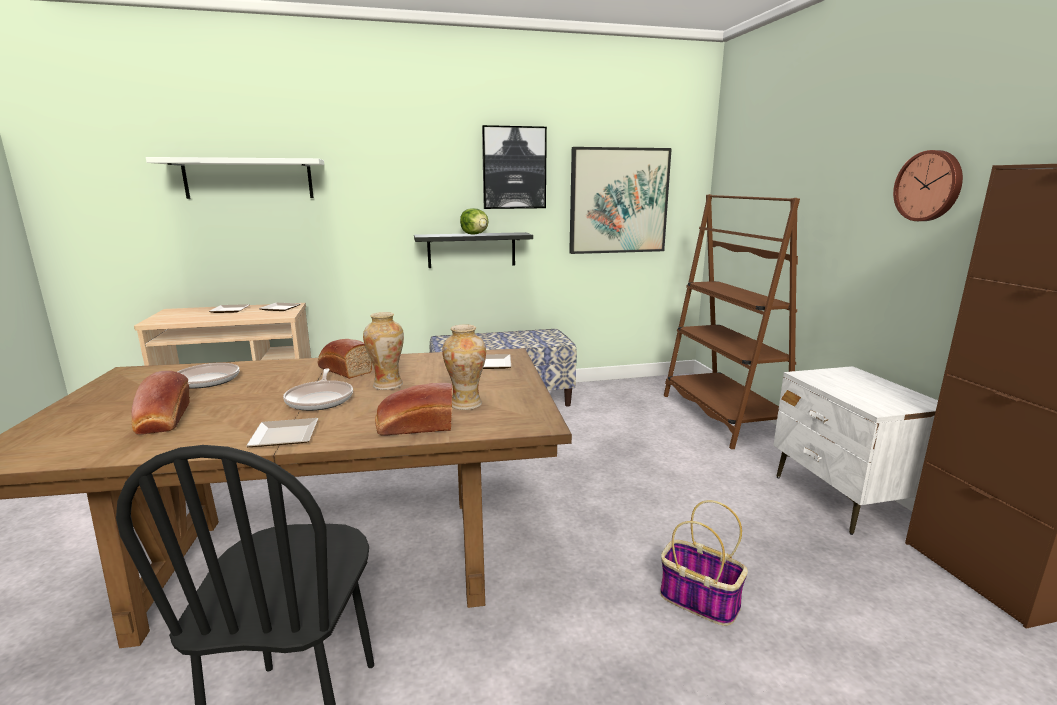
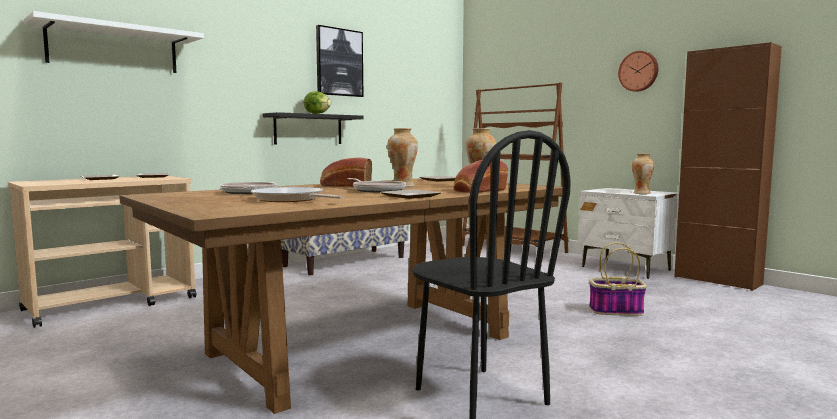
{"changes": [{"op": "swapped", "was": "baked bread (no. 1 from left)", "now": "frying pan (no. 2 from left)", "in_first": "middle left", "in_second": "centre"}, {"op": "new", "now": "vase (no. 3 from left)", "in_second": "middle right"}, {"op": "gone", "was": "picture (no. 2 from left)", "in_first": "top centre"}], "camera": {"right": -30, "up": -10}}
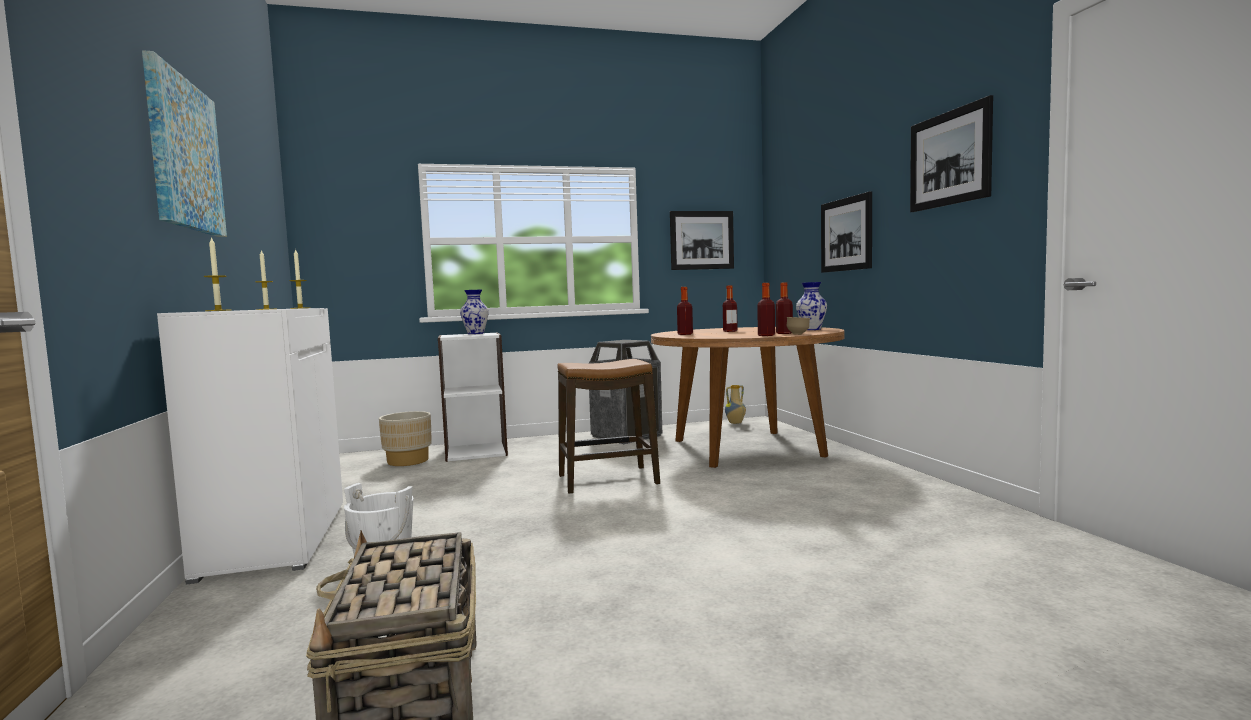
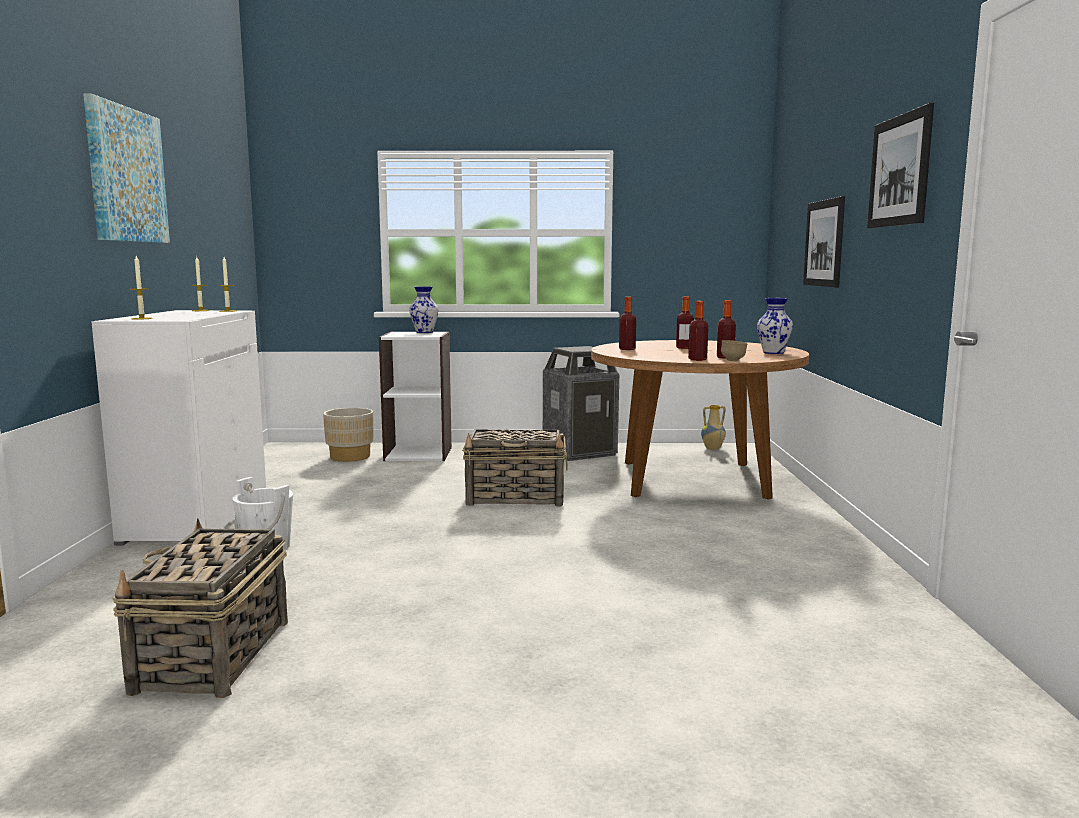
{"changes": [{"op": "swapped", "was": "sitting stool", "now": "basket (no. 2 from left)", "in_first": "centre", "in_second": "centre"}, {"op": "gone", "was": "picture (no. 2 from left)", "in_first": "centre"}], "camera": {"right": 15, "up": 5}}
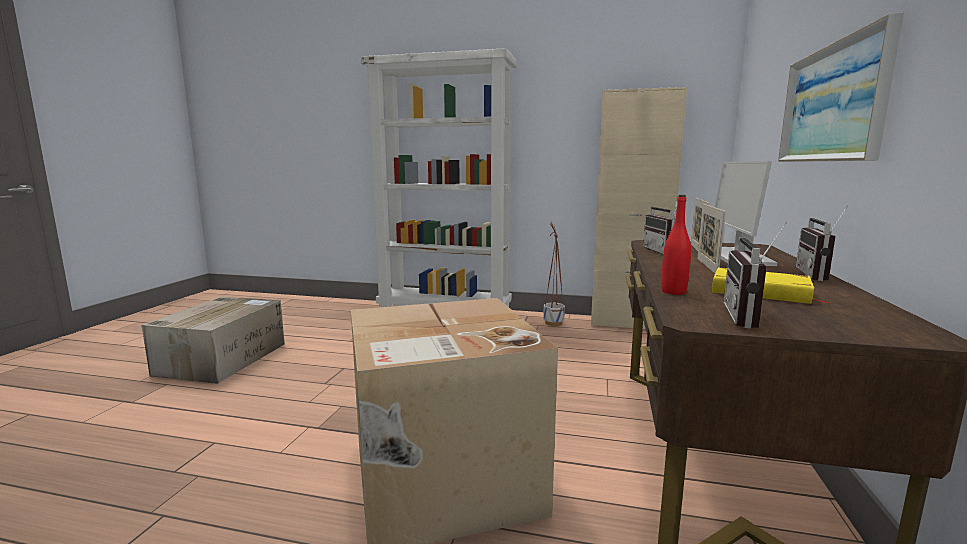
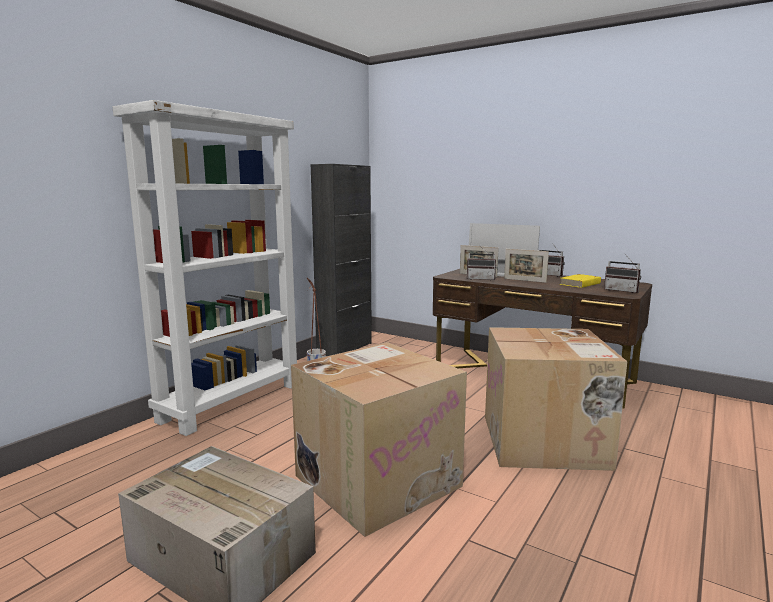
{"changes": [{"op": "new", "now": "cardboard box (no. 2 from left)", "in_second": "bottom centre"}, {"op": "repainted", "was": "beige-coloured cupboard", "now": "blackish cupboard", "in_first": "centre", "in_second": "centre"}, {"op": "gone", "was": "red beverage bottle", "in_first": "middle right"}, {"op": "gone", "was": "picture", "in_first": "top right"}], "camera": {"right": -70, "up": 0}}
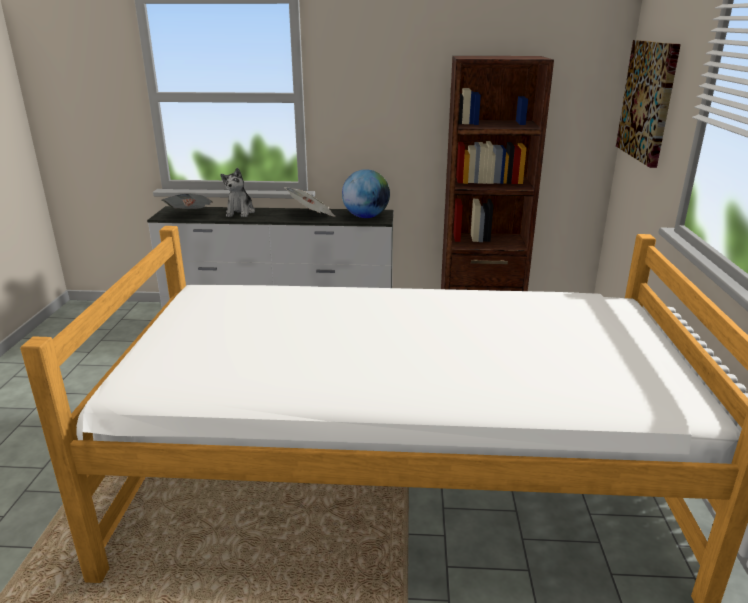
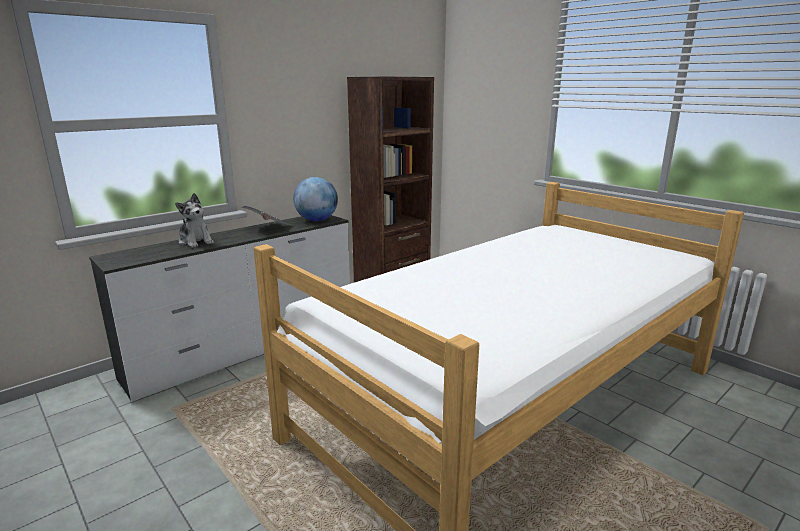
{"changes": [{"op": "gone", "was": "newspaper (no. 1 from left)", "in_first": "middle left"}, {"op": "gone", "was": "picture", "in_first": "top right"}], "camera": {"right": -45, "up": -5}}
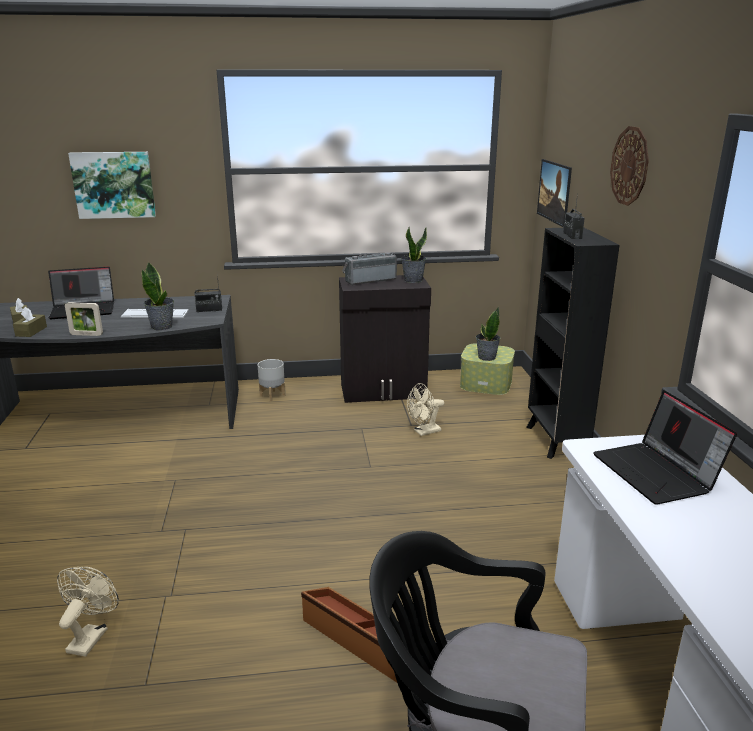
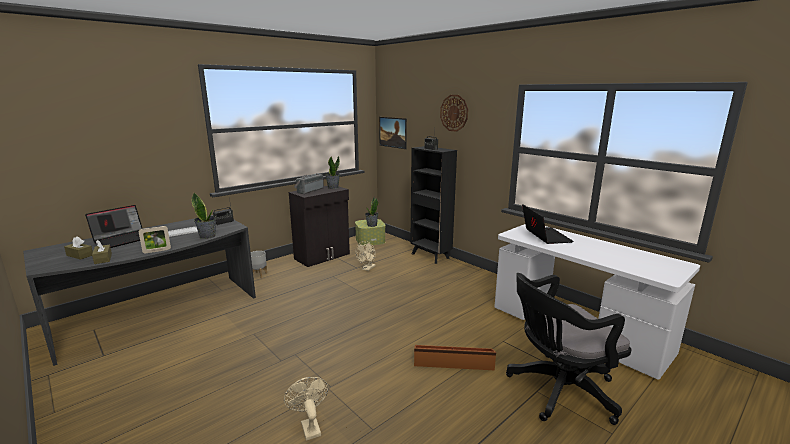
{"changes": [{"op": "rotated", "was": "notebook computer (no. 2 from left)", "in_first": "middle right", "in_second": "middle right", "clockwise": -135}, {"op": "gone", "was": "picture (no. 1 from left)", "in_first": "top left"}], "camera": {"right": -35, "up": -5}}
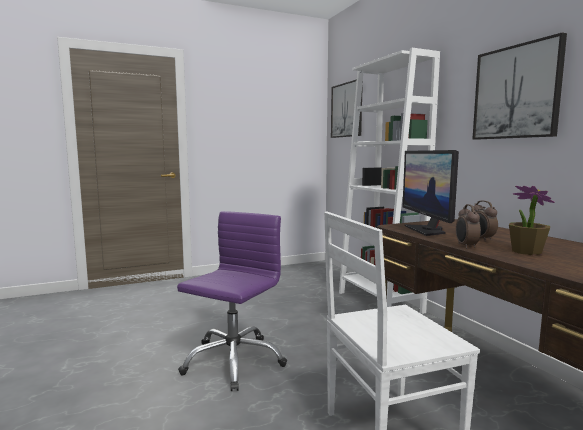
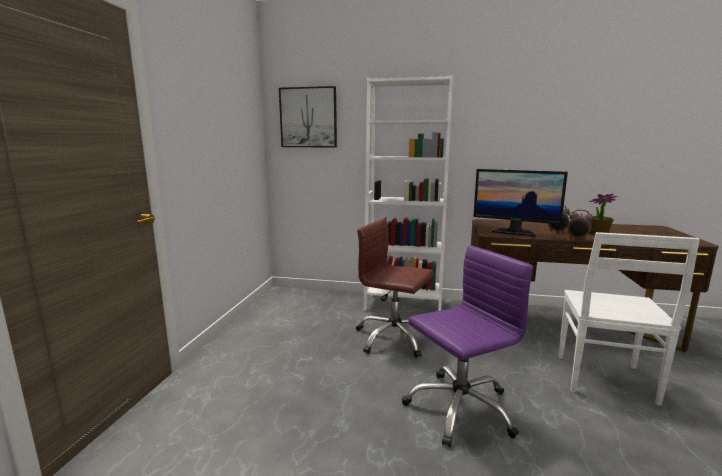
{"changes": [{"op": "new", "now": "brown desk chair", "in_second": "centre"}, {"op": "rotated", "was": "purplish desk chair", "in_first": "bottom centre", "in_second": "bottom centre", "clockwise": 90}, {"op": "gone", "was": "picture (no. 2 from left)", "in_first": "top right"}], "camera": {"right": -55, "up": 5}}
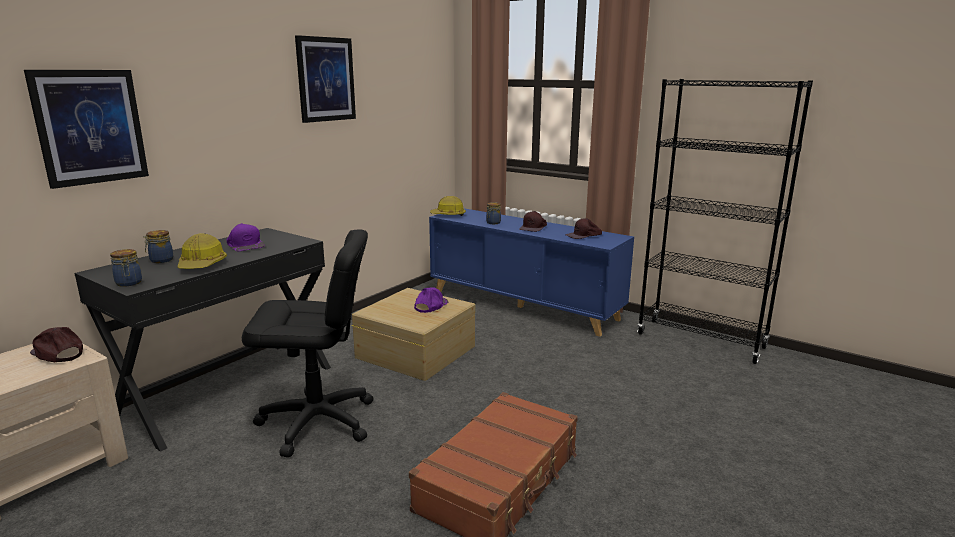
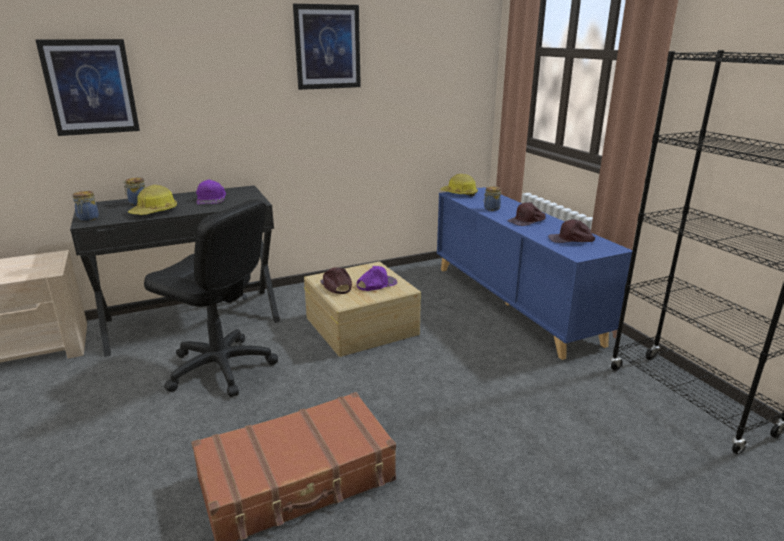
{"changes": [{"op": "shifted", "was": "brown baseball cap (no. 1 from left)", "in_first": "middle left", "in_second": "centre"}], "camera": {"right": 30, "up": 5}}
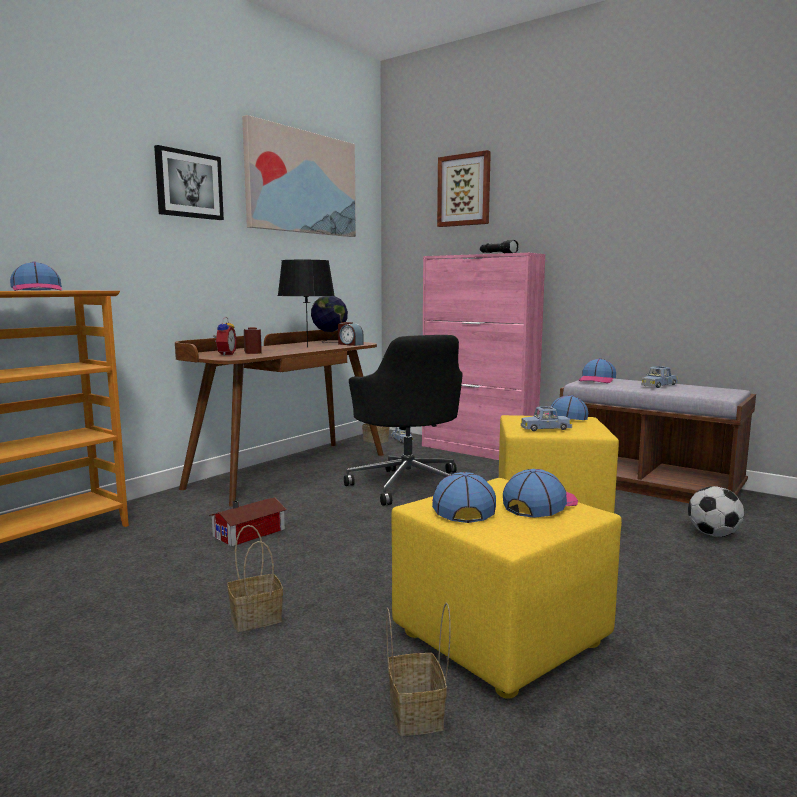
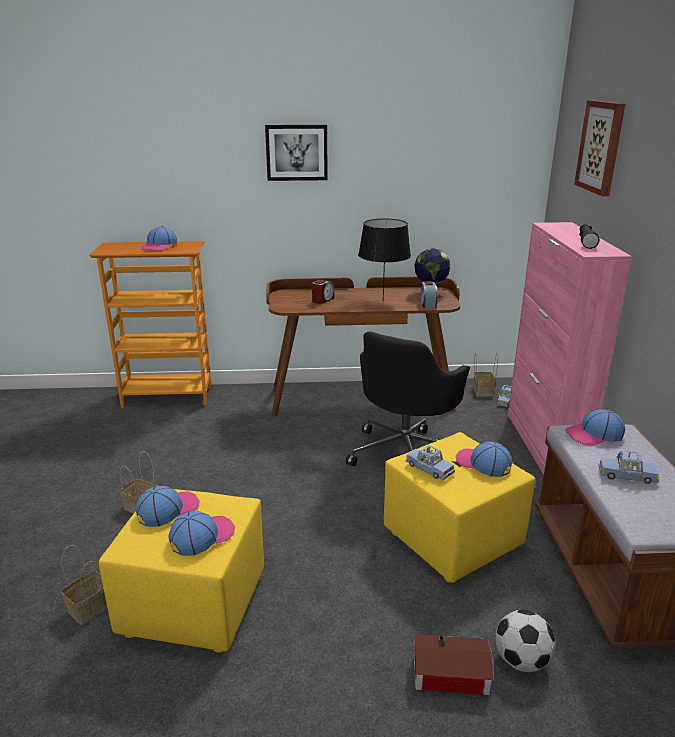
{"changes": [{"op": "rotated", "was": "baseball cap (no. 3 from left)", "in_first": "middle right", "in_second": "bottom left", "clockwise": -45}, {"op": "shifted", "was": "toy house", "in_first": "middle left", "in_second": "bottom right"}, {"op": "gone", "was": "table clock (no. 1 from left)", "in_first": "middle left"}, {"op": "gone", "was": "picture (no. 2 from left)", "in_first": "top centre"}], "camera": {"right": 50, "up": 15}}
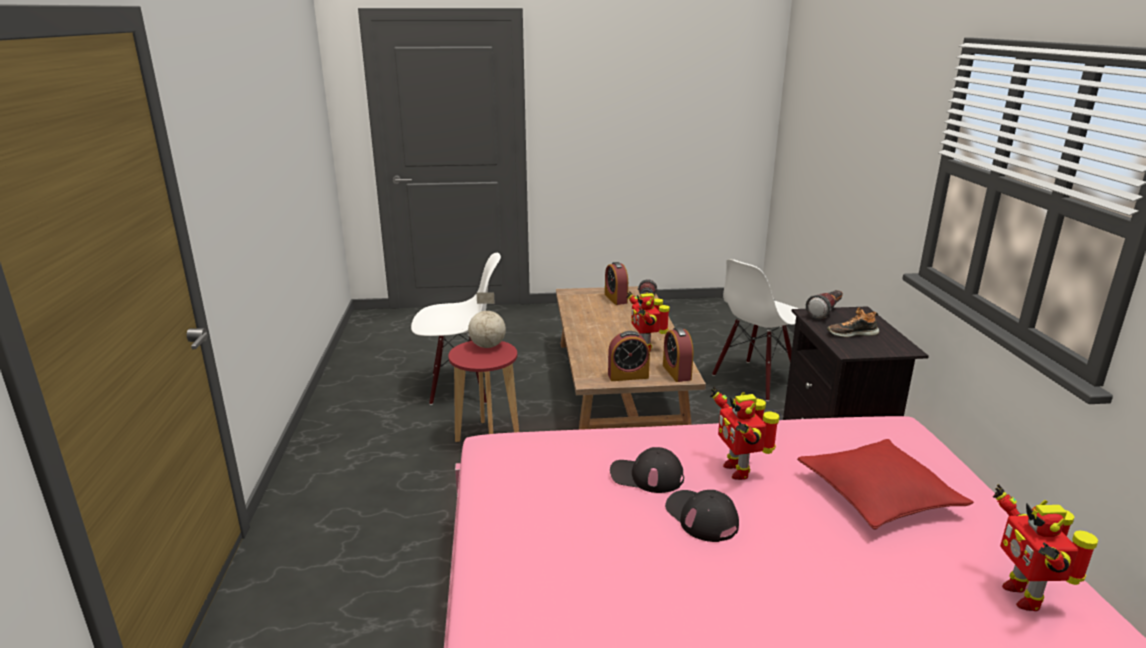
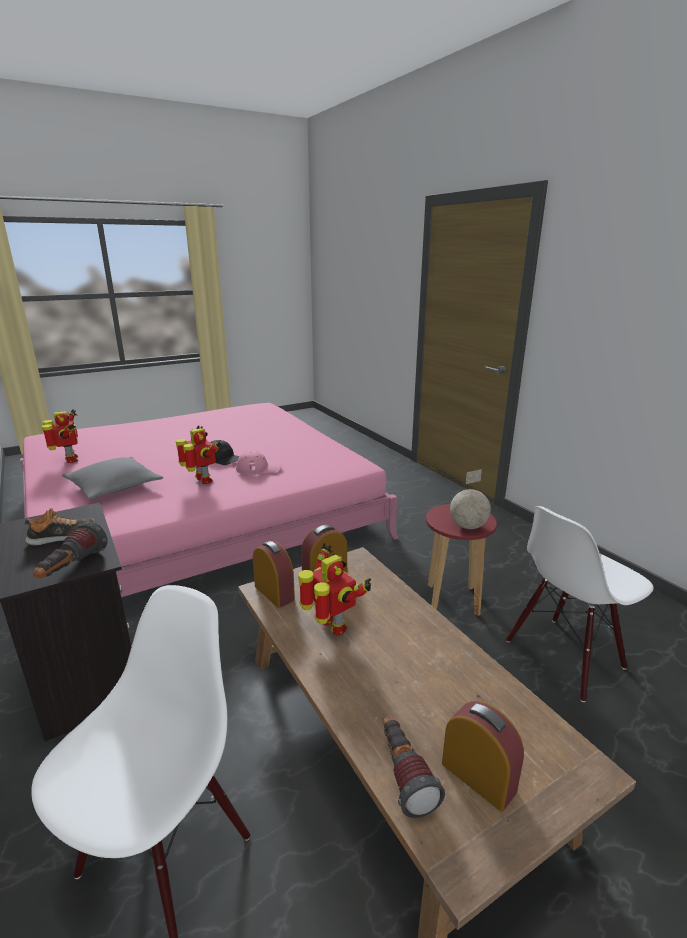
{"changes": [{"op": "repainted", "was": "red cushion", "now": "grey cushion", "in_first": "bottom right", "in_second": "middle left"}, {"op": "repainted", "was": "blackish baseball cap (no. 1 from left)", "now": "pinkish baseball cap", "in_first": "bottom centre", "in_second": "centre"}], "camera": {"right": 155, "up": 0}}
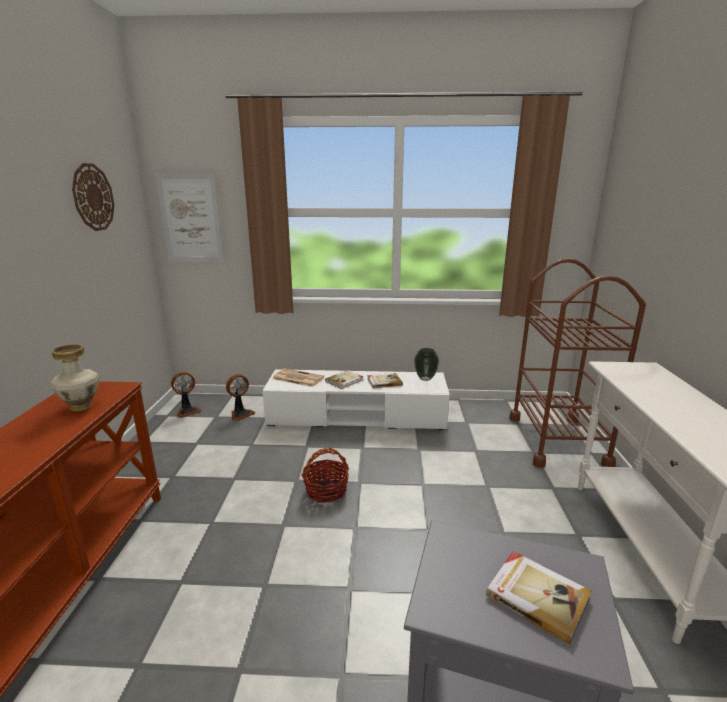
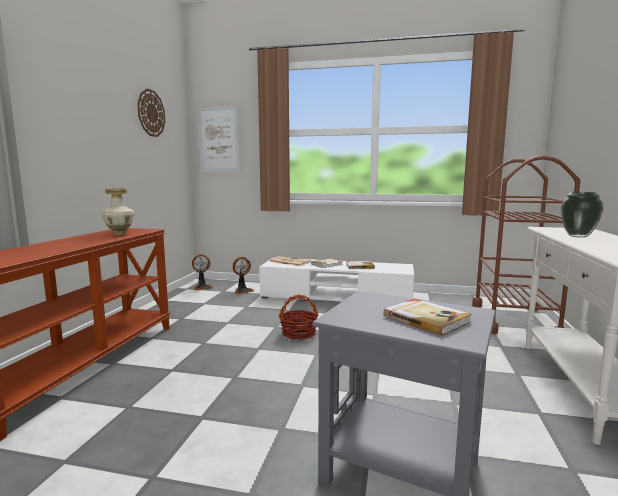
{"changes": [{"op": "shifted", "was": "vase (no. 2 from left)", "in_first": "centre", "in_second": "middle right"}], "camera": {"right": 10, "up": -10}}
